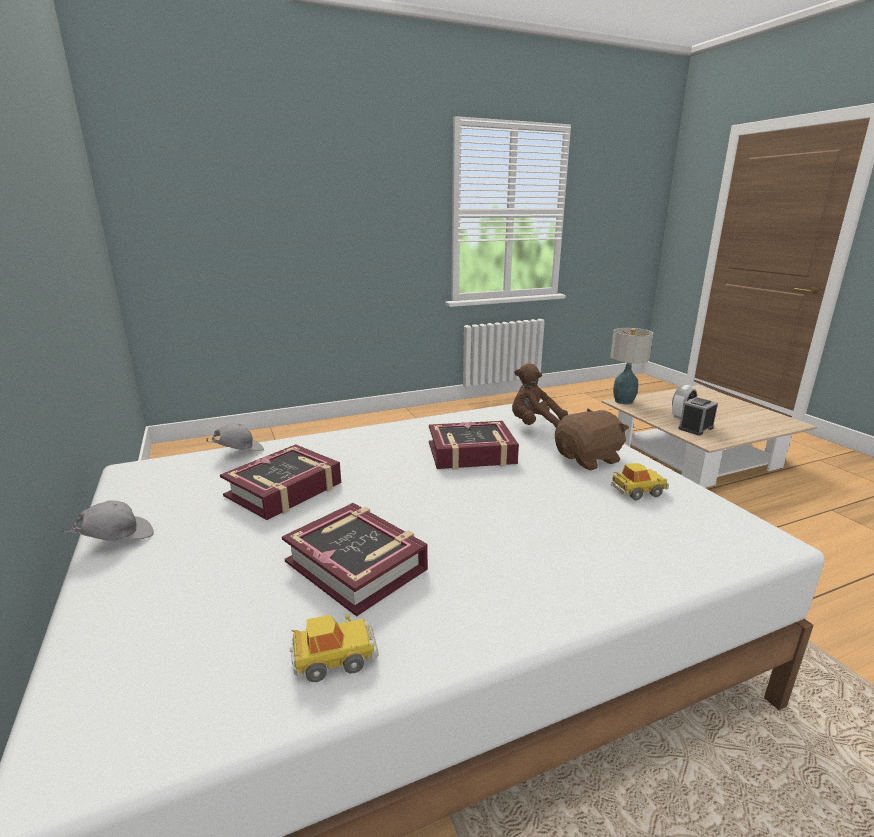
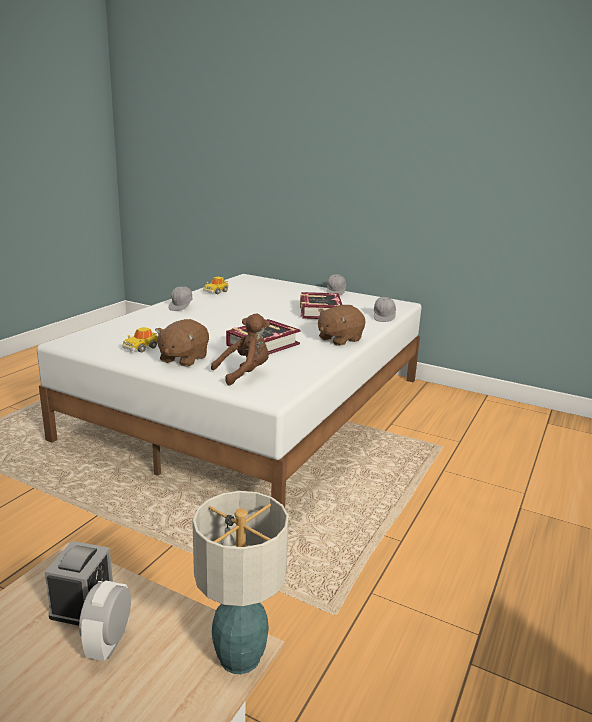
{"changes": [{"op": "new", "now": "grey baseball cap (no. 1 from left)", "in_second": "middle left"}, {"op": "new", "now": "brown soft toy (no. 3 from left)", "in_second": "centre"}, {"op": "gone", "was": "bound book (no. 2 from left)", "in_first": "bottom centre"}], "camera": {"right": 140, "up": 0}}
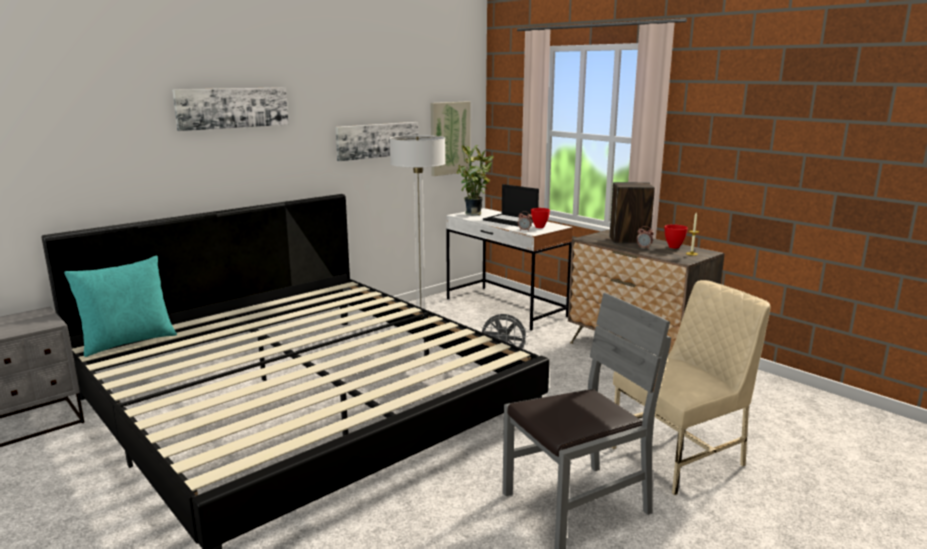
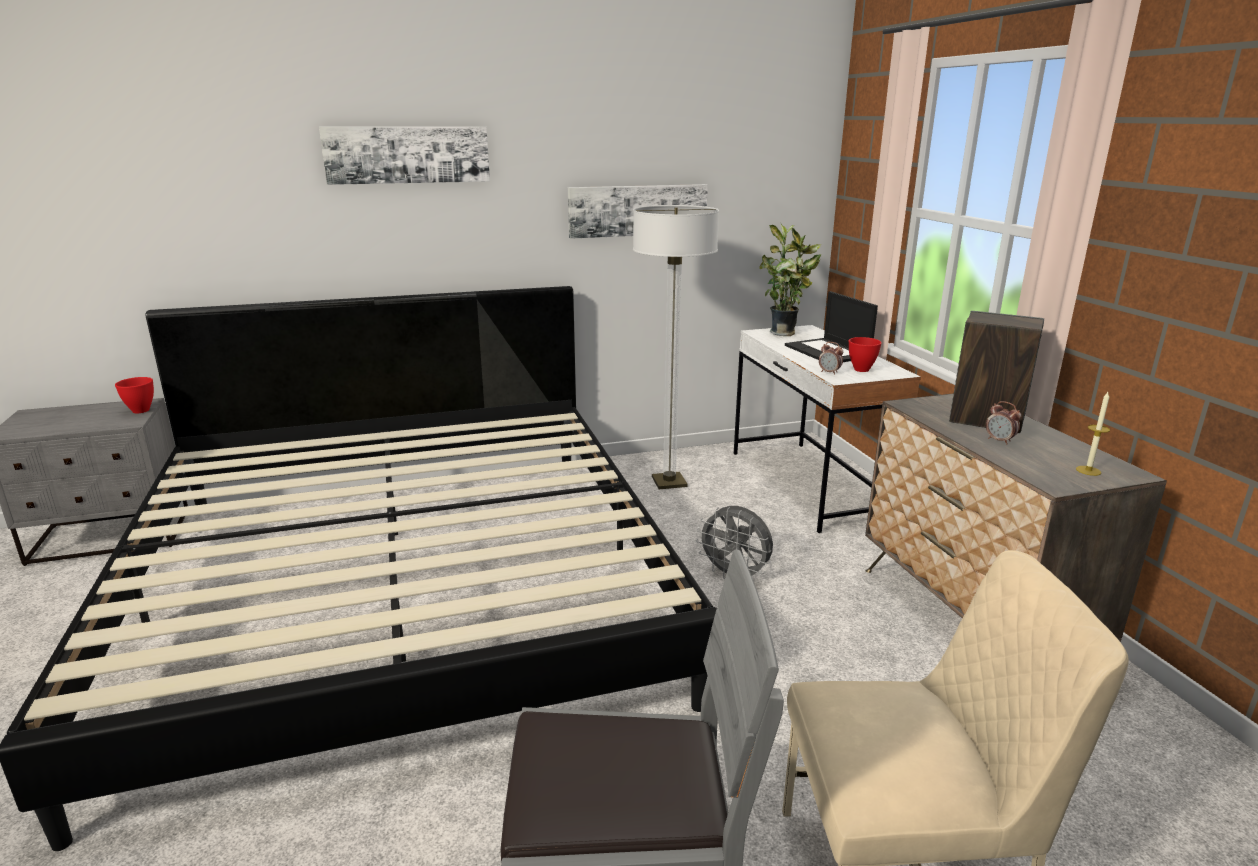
{"changes": [{"op": "shifted", "was": "red bowl (no. 2 from left in the first image)", "now": "red bowl (no. 1 from left)", "in_first": "middle right", "in_second": "middle left"}, {"op": "gone", "was": "turquoise cushion", "in_first": "middle left"}, {"op": "gone", "was": "picture (no. 3 from left)", "in_first": "top centre"}], "camera": {"right": 25, "up": 5}}
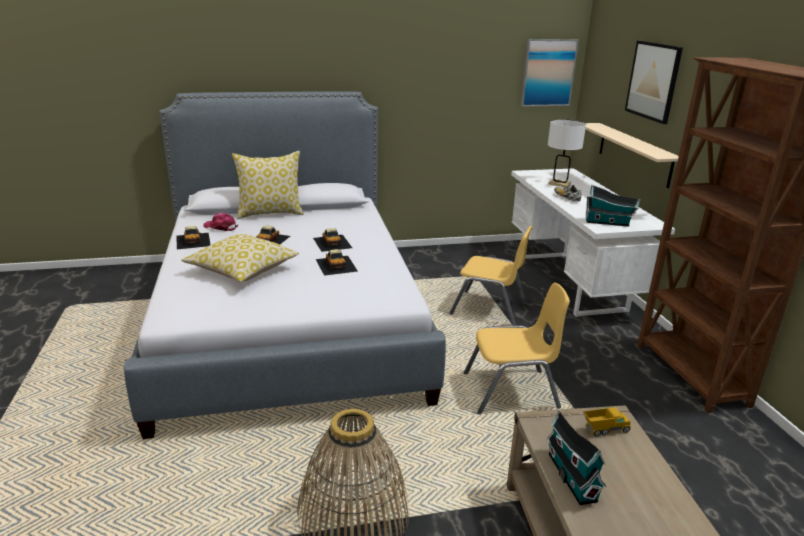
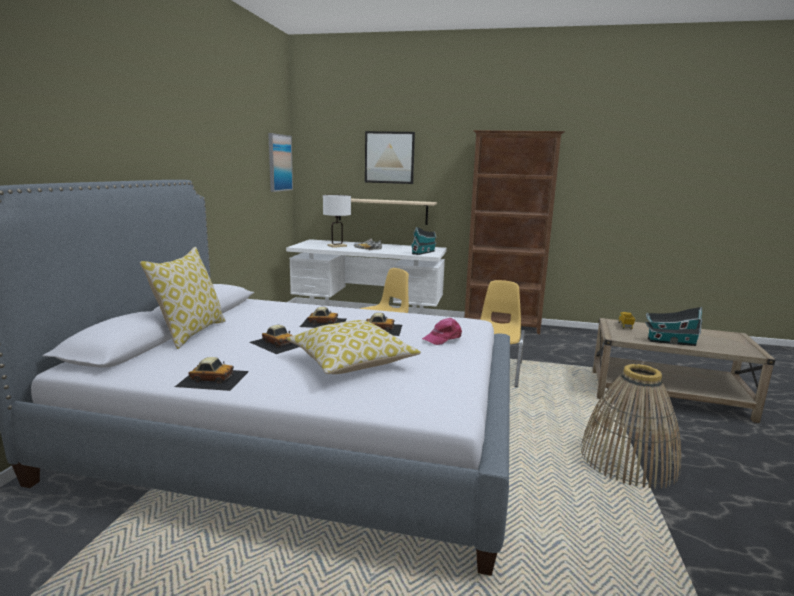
{"changes": [{"op": "shifted", "was": "pinkish baseball cap", "in_first": "middle left", "in_second": "centre"}], "camera": {"right": -65, "up": -10}}
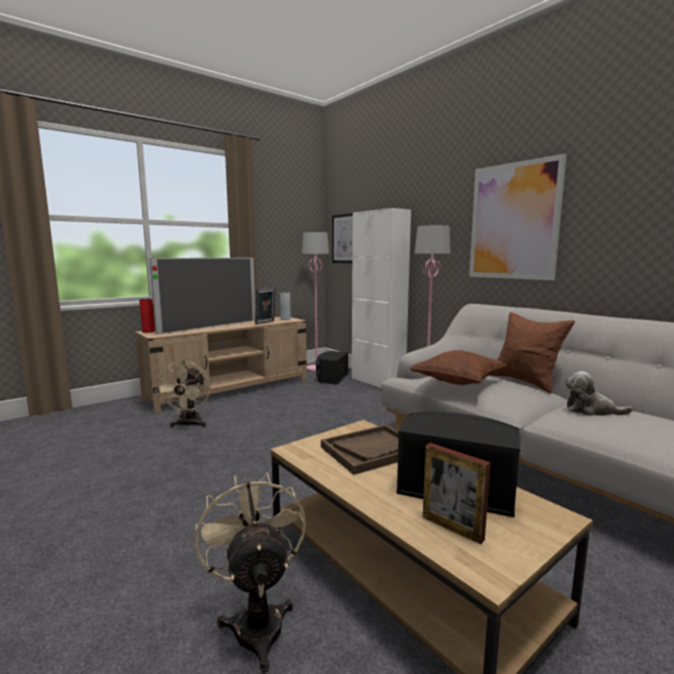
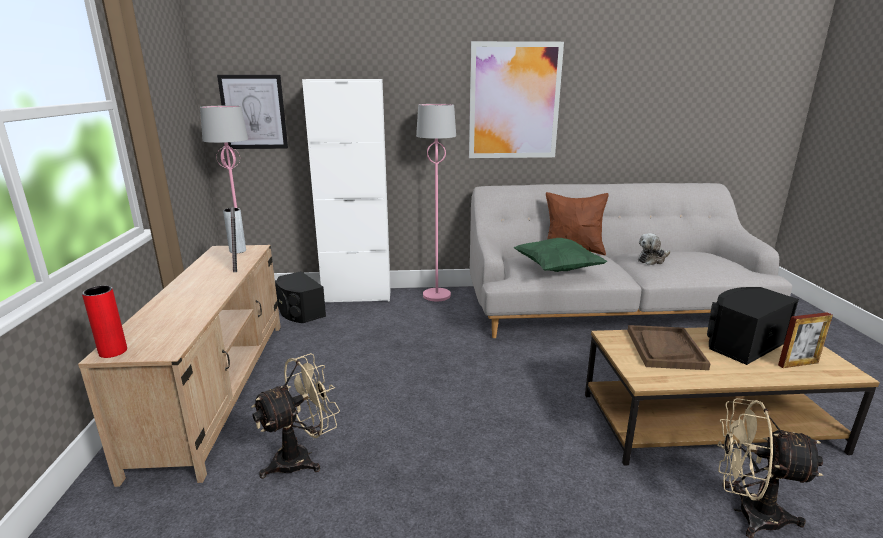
{"changes": [{"op": "rotated", "was": "beige-coloured cooling fan (no. 1 from left)", "in_first": "middle left", "in_second": "bottom centre", "clockwise": -75}, {"op": "repainted", "was": "brown cushion (no. 1 from left)", "now": "green-coloured cushion", "in_first": "middle right", "in_second": "centre"}, {"op": "gone", "was": "TV set", "in_first": "middle left"}], "camera": {"right": -55, "up": 10}}
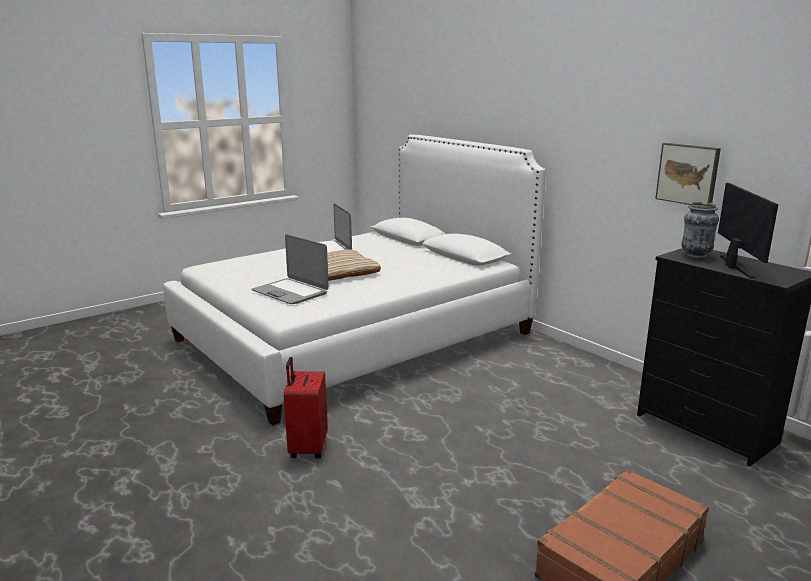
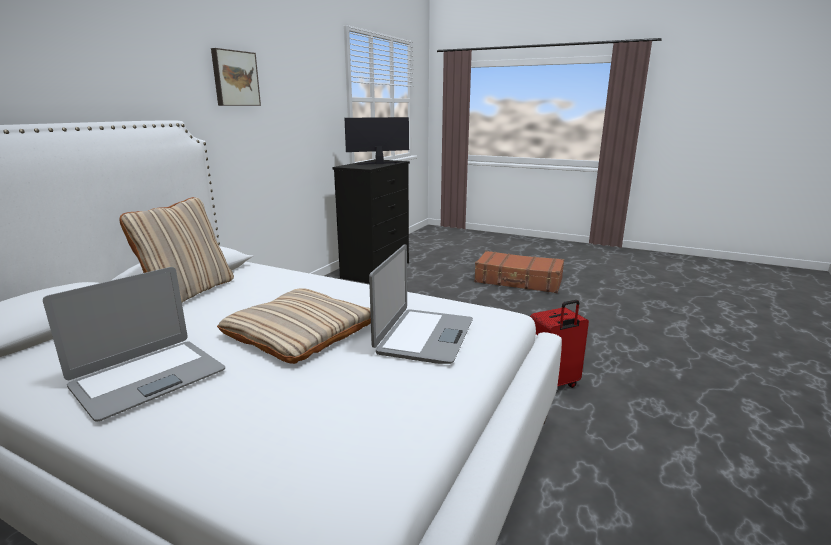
{"changes": [{"op": "new", "now": "beige-coloured cushion (no. 1 from left)", "in_second": "middle left"}, {"op": "shifted", "was": "picture", "in_first": "top right", "in_second": "top left"}, {"op": "gone", "was": "vase", "in_first": "middle right"}], "camera": {"right": -115, "up": 0}}
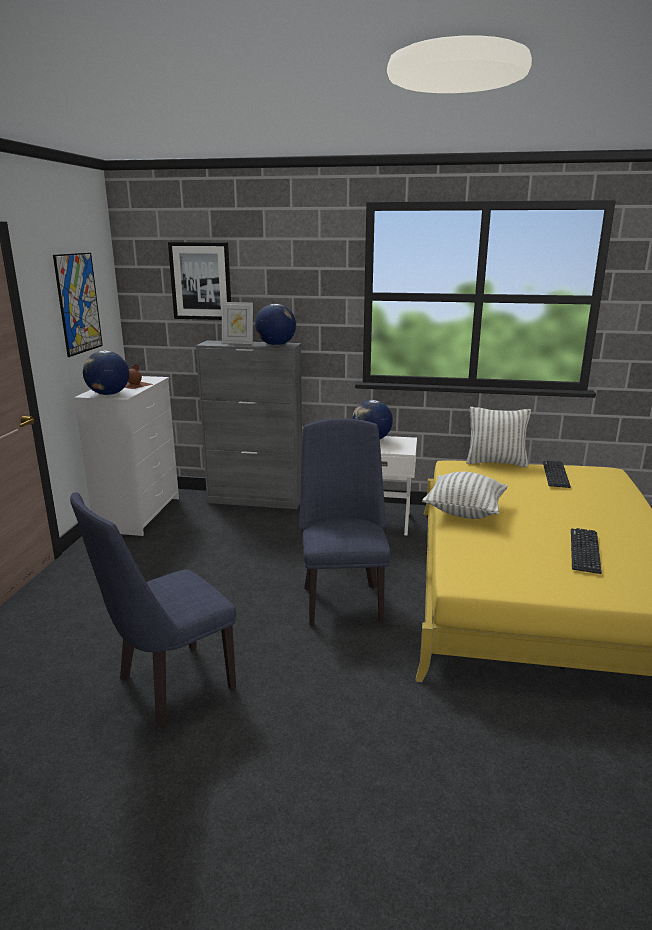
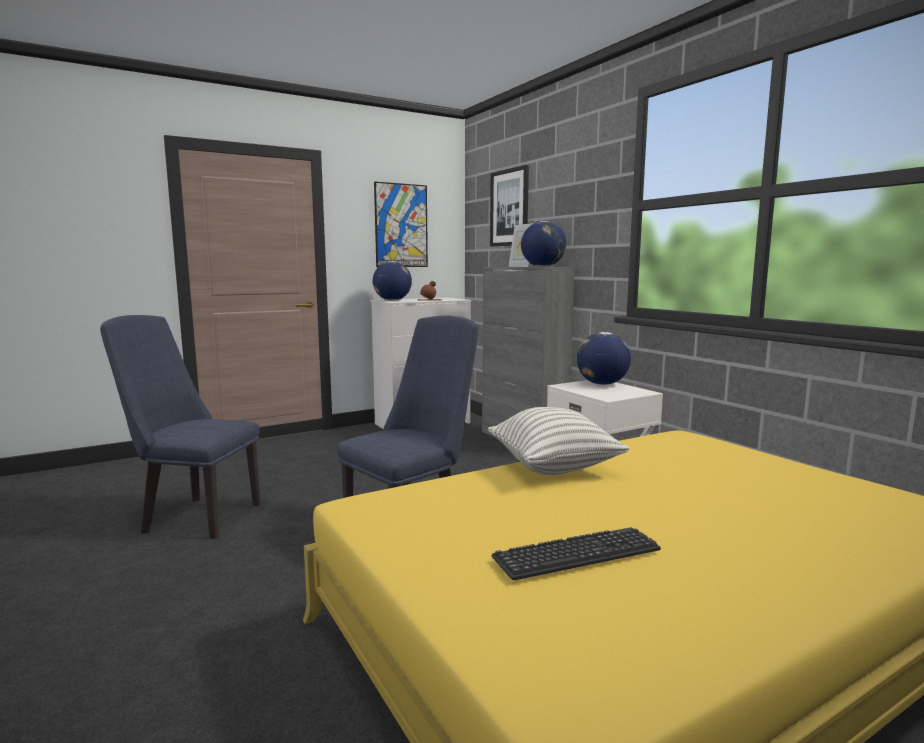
{"changes": [{"op": "gone", "was": "cushion (no. 2 from left)", "in_first": "middle right"}, {"op": "gone", "was": "PC keyboard (no. 1 from left)", "in_first": "middle right"}], "camera": {"right": 50, "up": -10}}
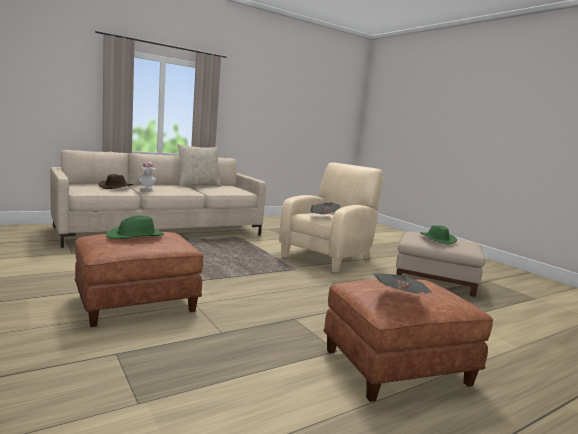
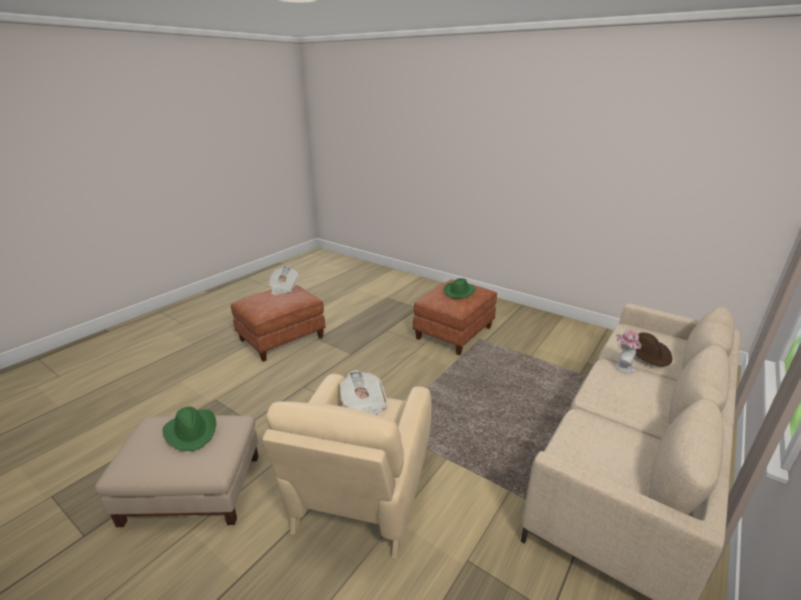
{"changes": [{"op": "gone", "was": "beige-coloured cushion", "in_first": "centre"}], "camera": {"right": 160, "up": 15}}
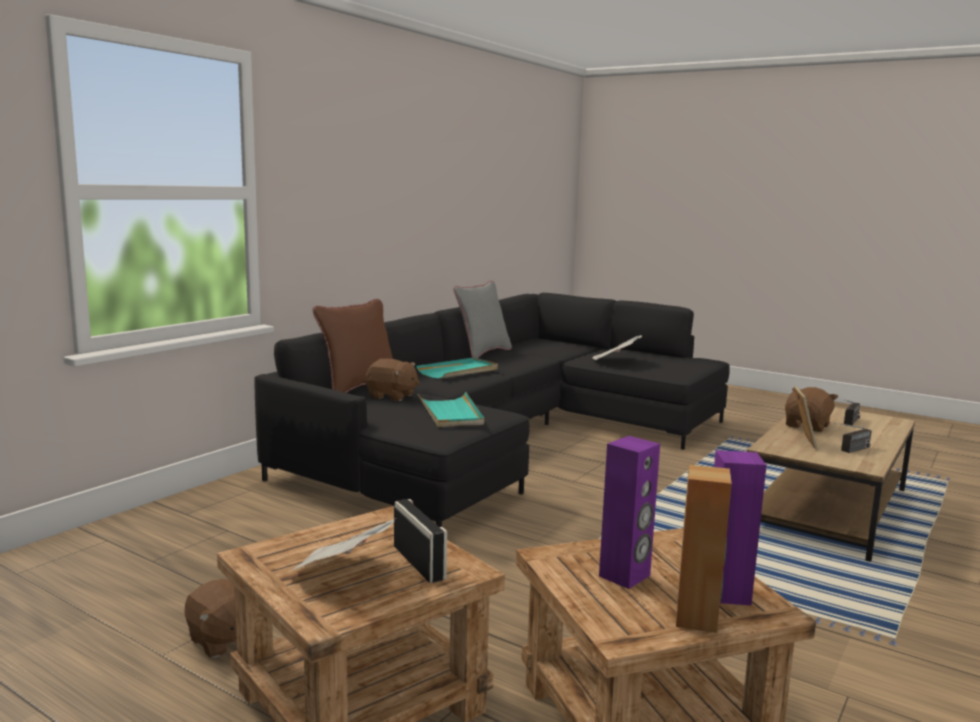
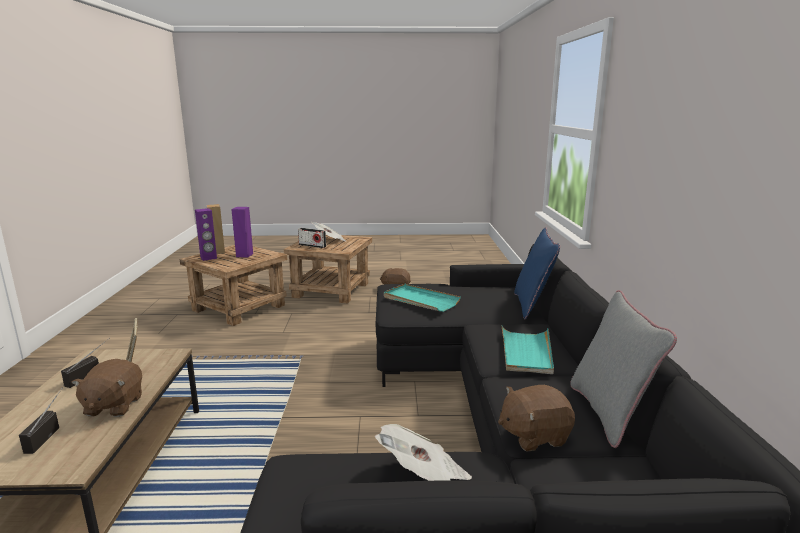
{"changes": [{"op": "shifted", "was": "brown soft toy (no. 2 from left in the first image)", "now": "brown soft toy (no. 3 from left)", "in_first": "centre", "in_second": "bottom right"}, {"op": "repainted", "was": "brown cushion", "now": "blue-coloured cushion", "in_first": "centre", "in_second": "middle right"}], "camera": {"right": 145, "up": 5}}
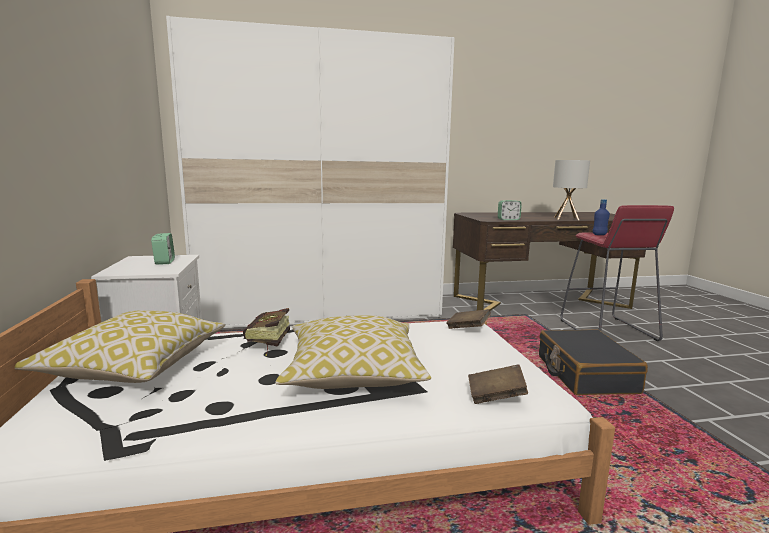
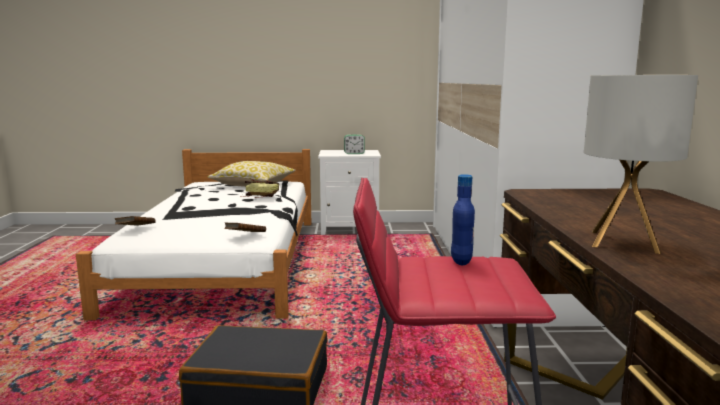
{"changes": [{"op": "gone", "was": "cushion (no. 2 from left)", "in_first": "centre"}, {"op": "gone", "was": "table clock (no. 2 from left)", "in_first": "centre"}], "camera": {"right": 100, "up": 0}}
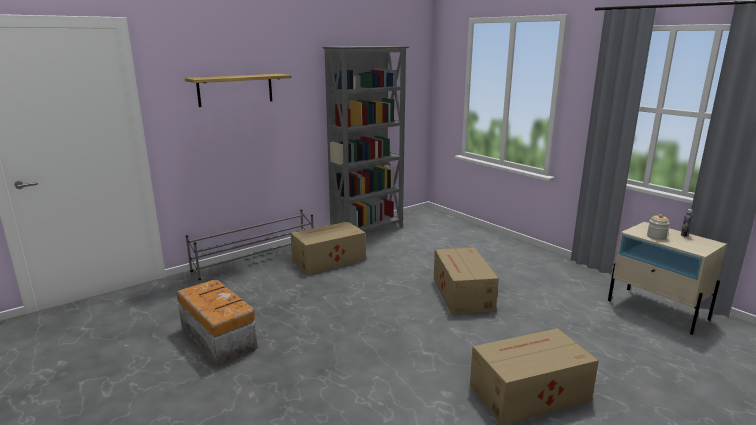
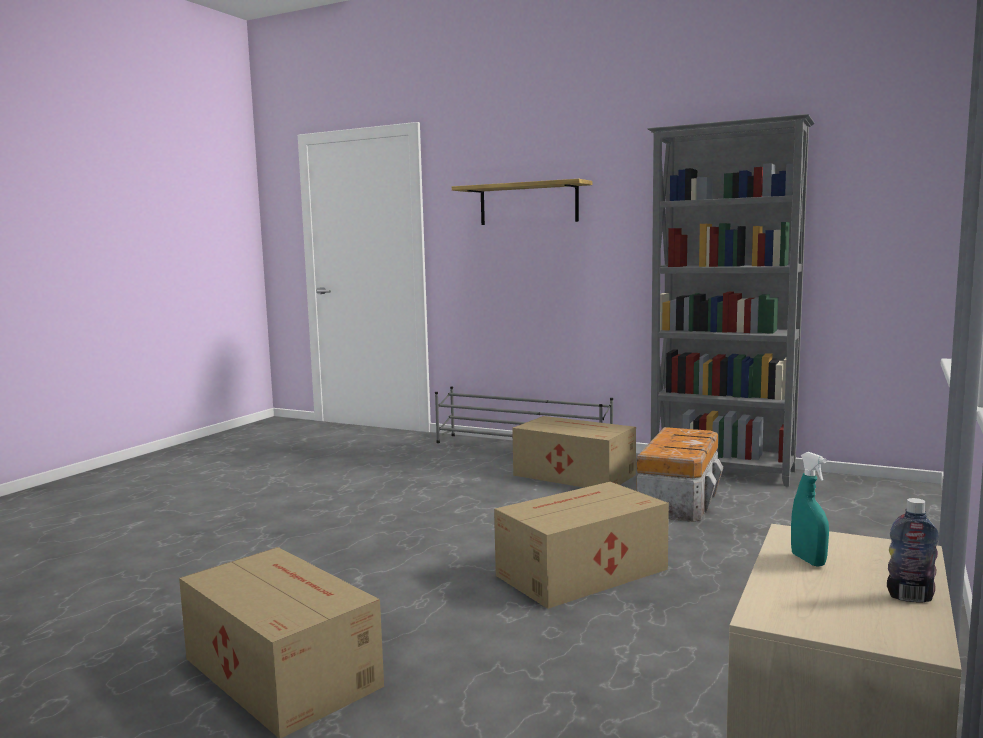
{"changes": [{"op": "shifted", "was": "storage container", "in_first": "bottom left", "in_second": "middle right"}, {"op": "swapped", "was": "jar", "now": "turquoise hand sprayer", "in_first": "middle right", "in_second": "bottom right"}], "camera": {"right": 65, "up": -10}}
